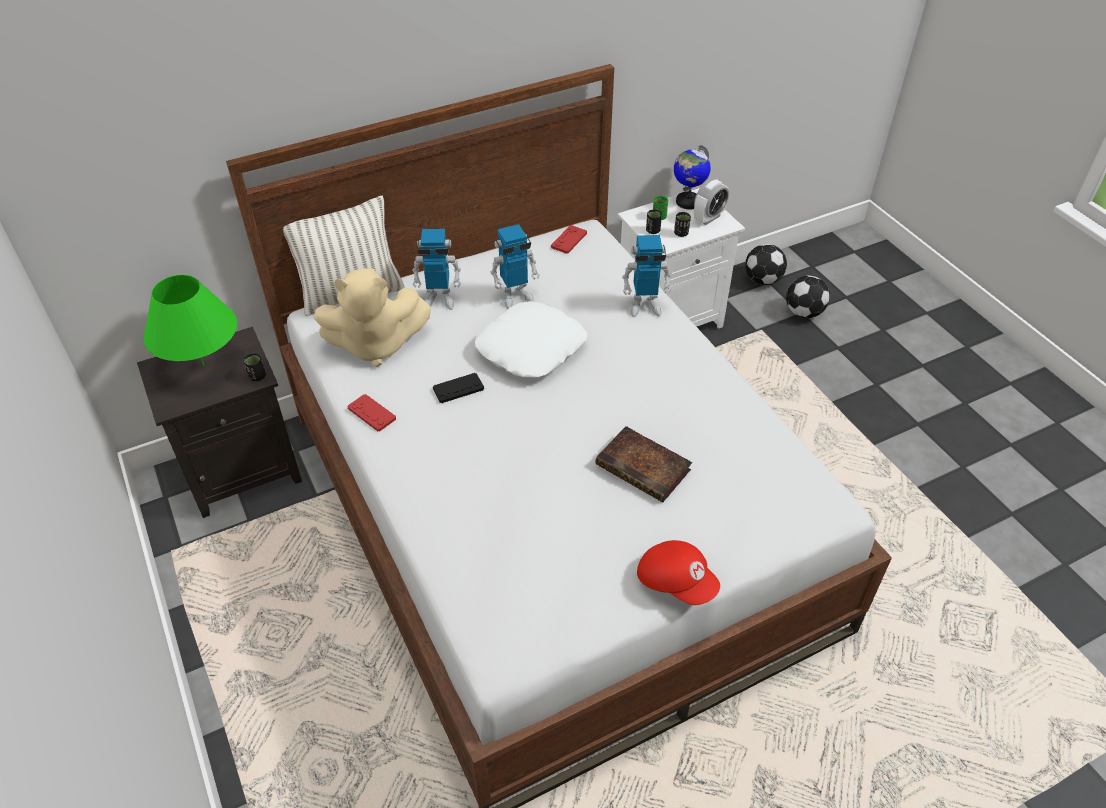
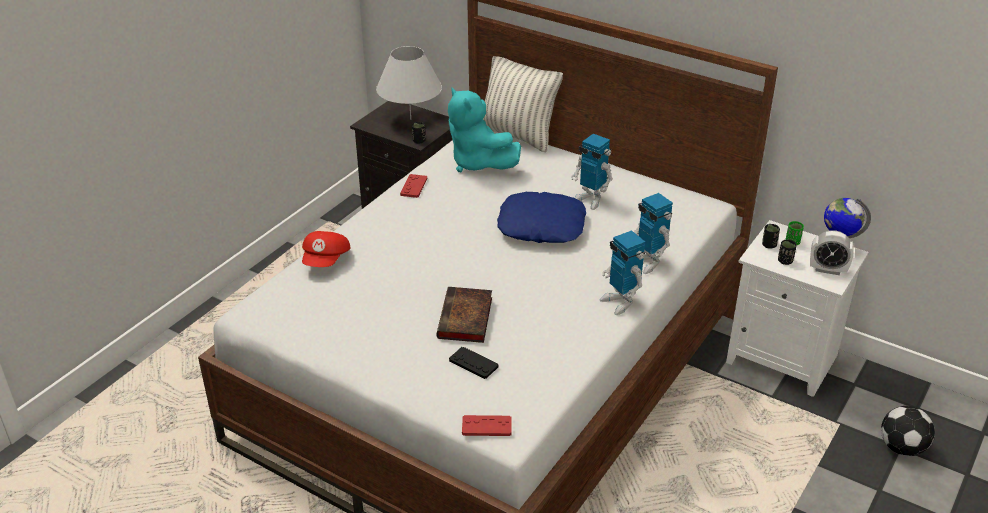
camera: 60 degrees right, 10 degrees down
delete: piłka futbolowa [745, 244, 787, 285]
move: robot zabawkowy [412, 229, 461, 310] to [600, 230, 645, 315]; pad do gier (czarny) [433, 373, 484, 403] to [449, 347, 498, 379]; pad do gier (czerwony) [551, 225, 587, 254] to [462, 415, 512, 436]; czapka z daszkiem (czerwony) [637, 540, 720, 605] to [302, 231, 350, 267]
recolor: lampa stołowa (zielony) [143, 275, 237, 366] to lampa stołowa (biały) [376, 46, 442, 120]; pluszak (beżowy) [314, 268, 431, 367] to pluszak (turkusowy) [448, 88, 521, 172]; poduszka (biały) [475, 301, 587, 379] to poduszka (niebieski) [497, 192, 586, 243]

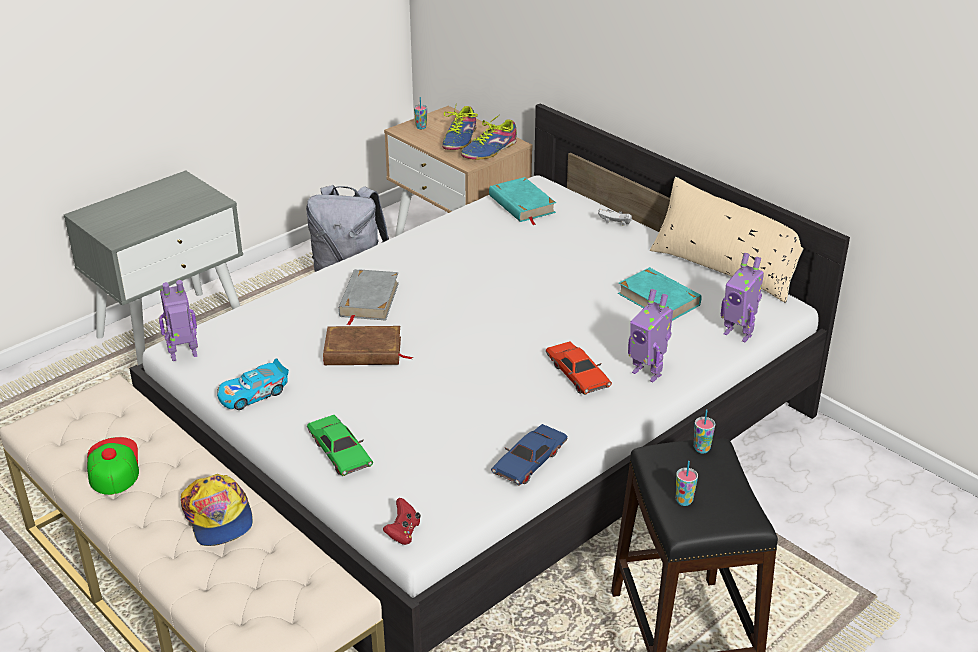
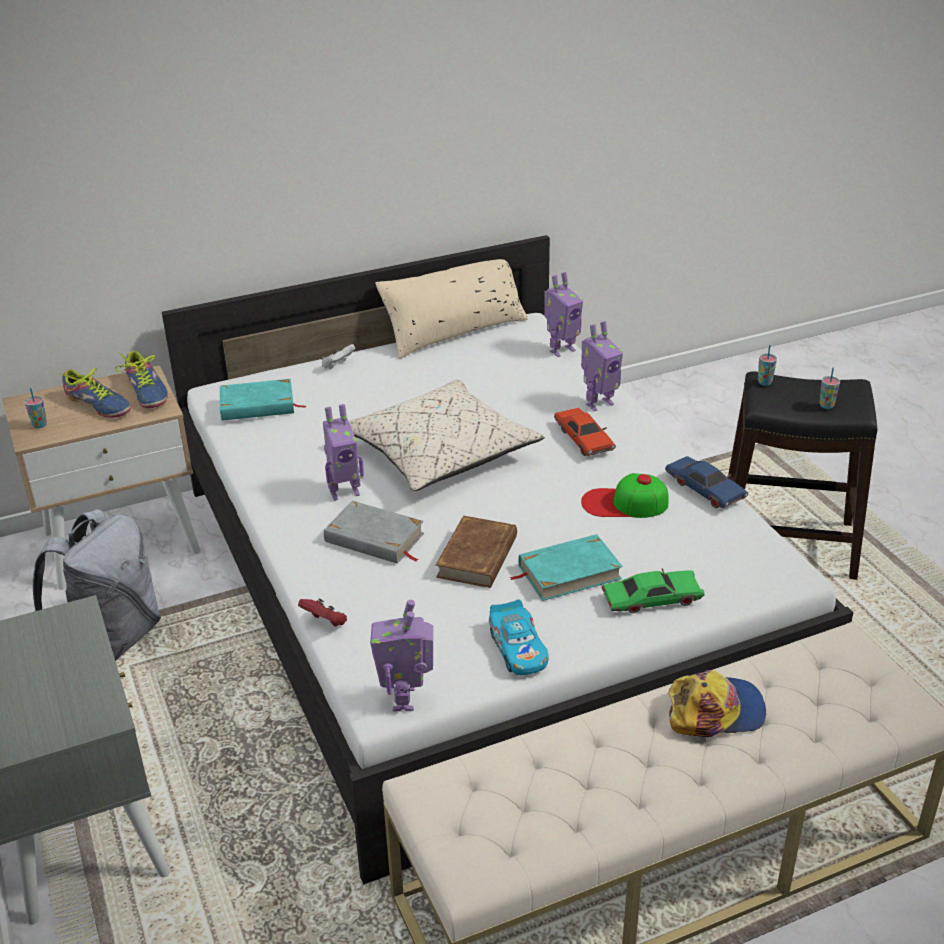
camera: 70 degrees left, 0 degrees up
insert: robot zabawkowy [323, 404, 364, 501]; poduszka (beżowy) [349, 380, 545, 491]
move: czapka z daszkiem [87, 437, 139, 495] to [581, 473, 669, 518]; pad do gier (czerwony) [383, 498, 421, 545] to [298, 598, 347, 627]; książka (turkusowy) [618, 267, 701, 321] to [509, 534, 623, 601]
rotate: samochodzik (czerwony) [546, 341, 612, 395] = [554, 407, 616, 456] 75 degrees clockwise

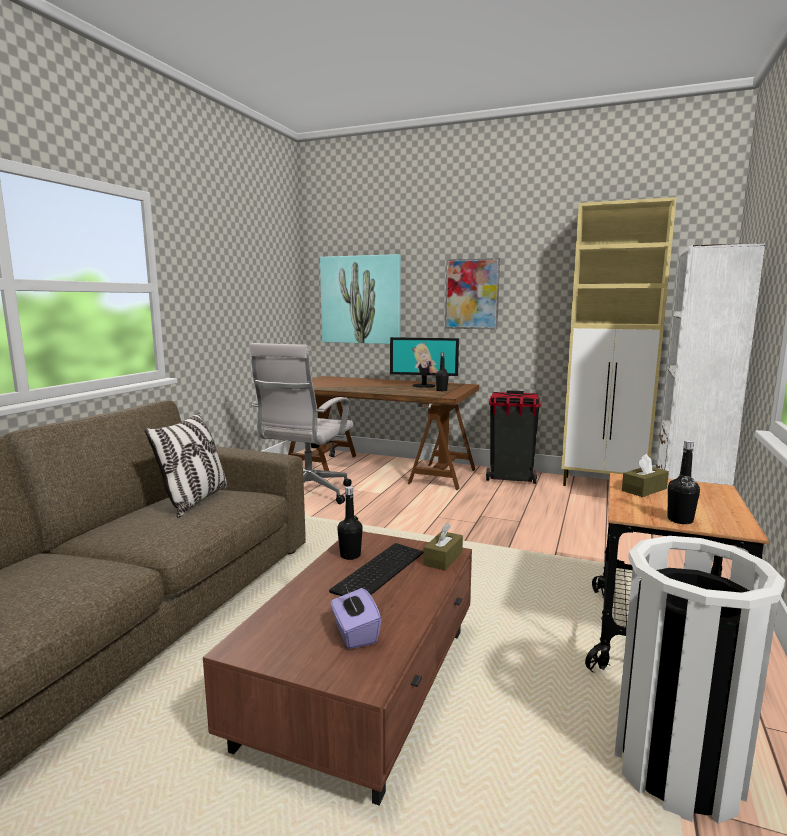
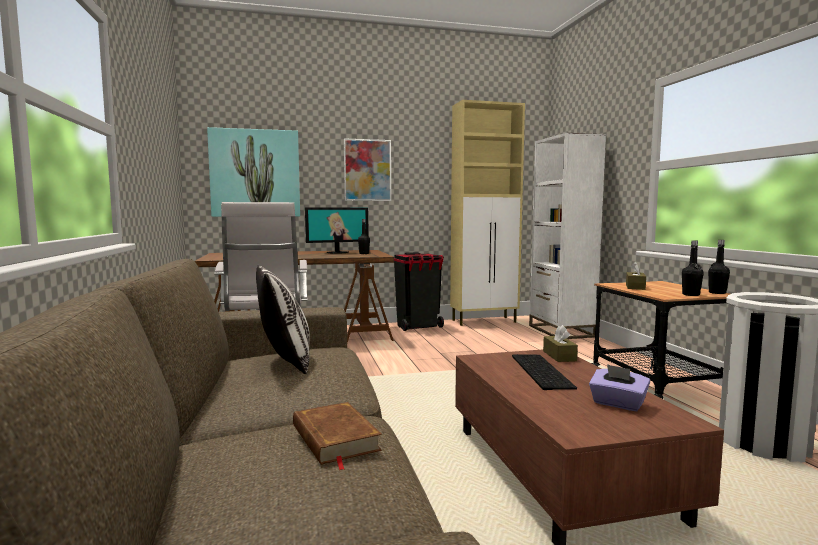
camera: 35 degrees left, 5 degrees down
insert: książka (brązowy) [293, 402, 382, 470]
move: butelka (czarny) [337, 486, 363, 560] to [708, 240, 730, 294]

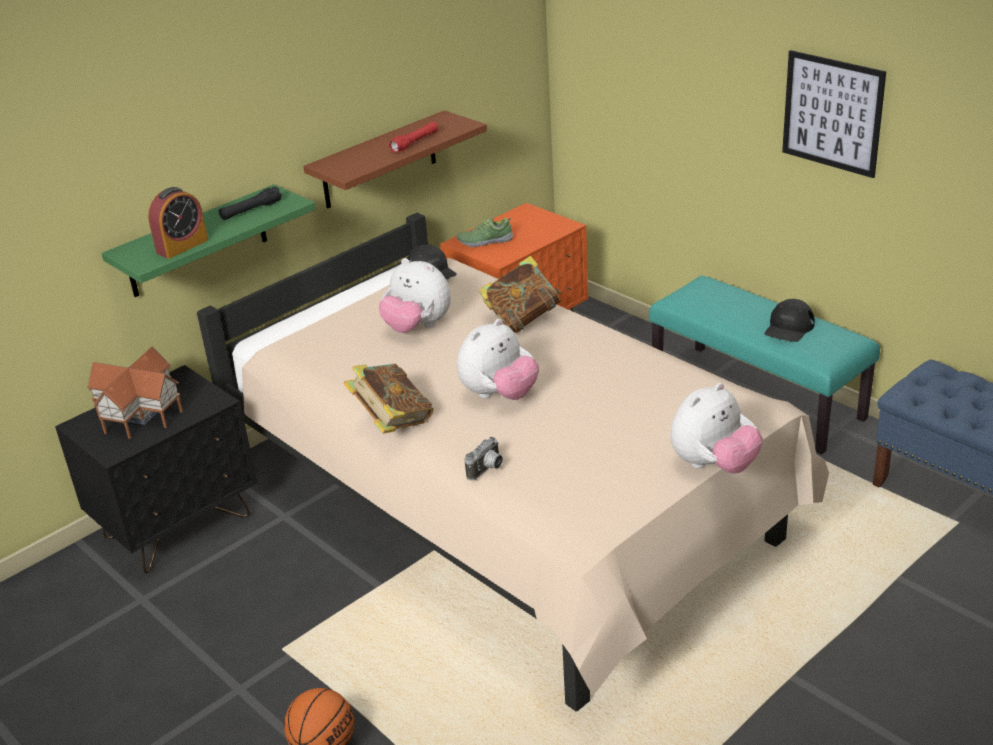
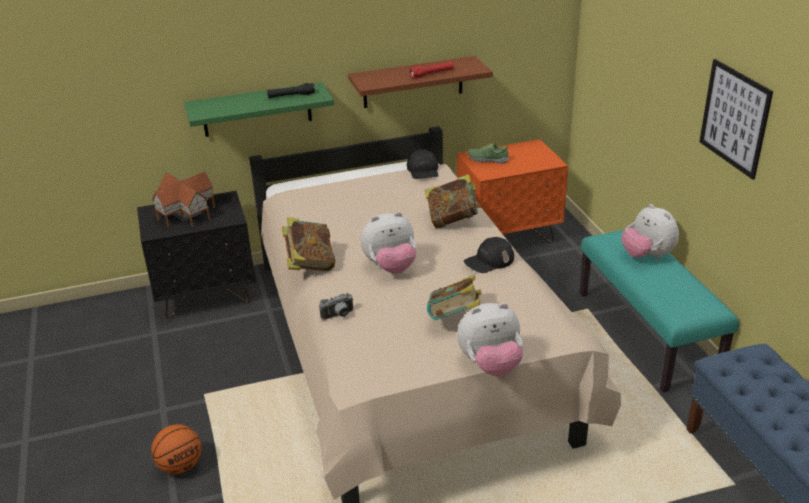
camera: 25 degrees right, 0 degrees up
delete: budzik [148, 187, 208, 259]
insert: książka [427, 275, 482, 320]
move: pluszak [379, 258, 451, 333] to [621, 204, 679, 258]; czapka z daszkiem (czarny) [765, 299, 815, 342] to [464, 237, 514, 273]

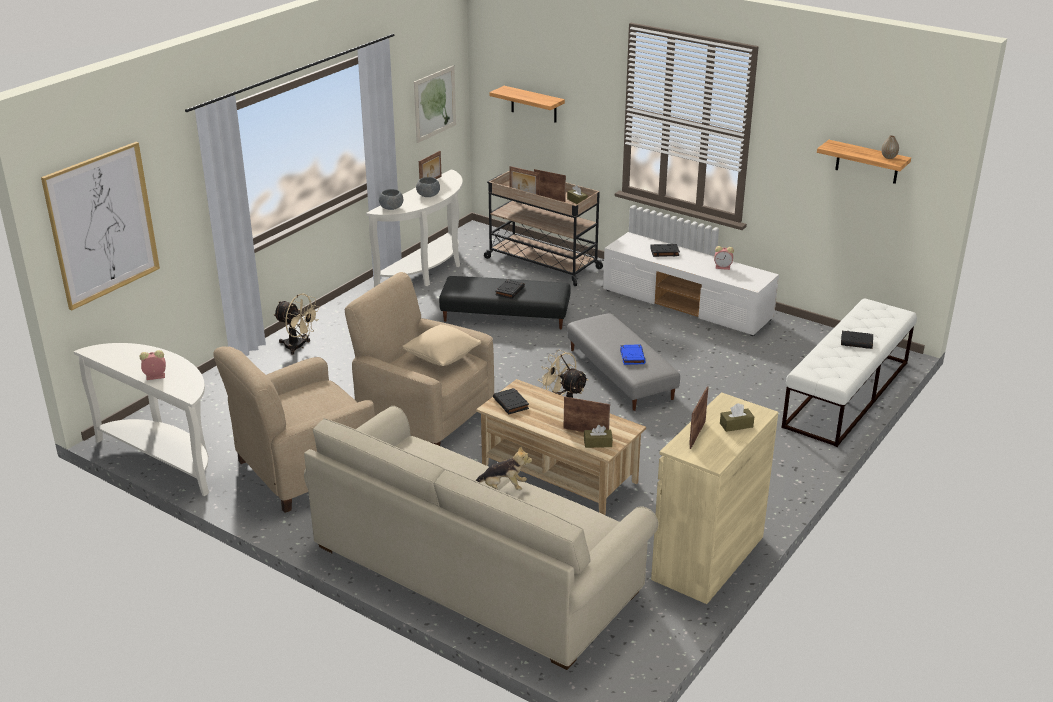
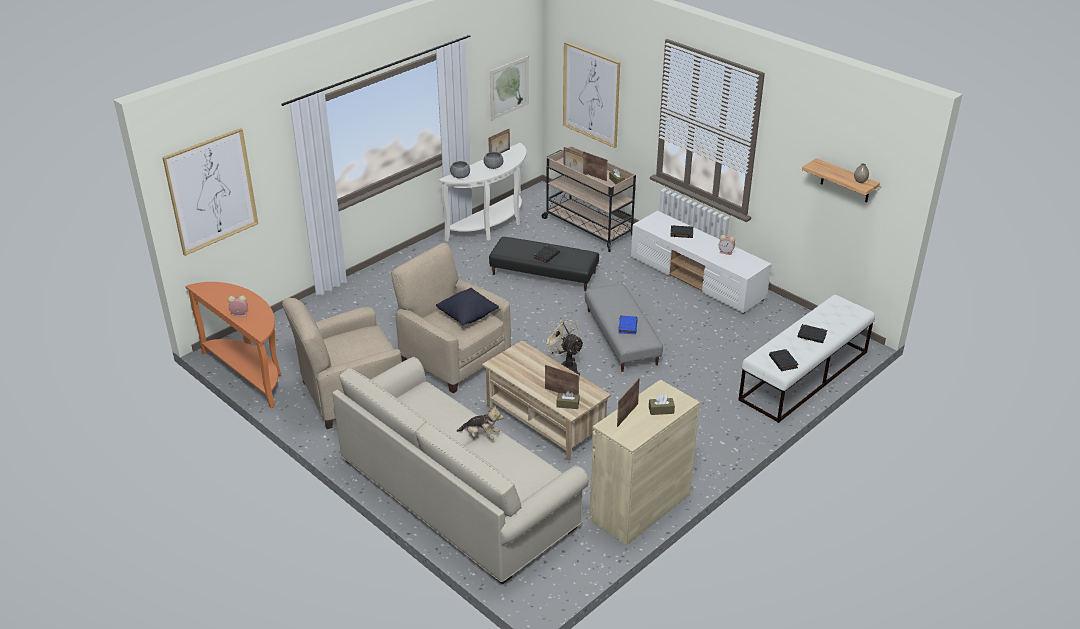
camera: 10 degrees right, 5 degrees up
delete: wentylator (beżowy) [273, 293, 320, 355]
move: książka (czarny) [493, 388, 529, 414] to [769, 349, 799, 371]
replace: półka [489, 86, 565, 123] to obraz [563, 42, 620, 148]
recolor: stolik konsolowy (biały) [74, 343, 209, 496] to stolik konsolowy (pomarańczowy) [186, 282, 282, 408]; poduszka (beżowy) [402, 324, 481, 366] to poduszka (czarny) [436, 288, 499, 325]

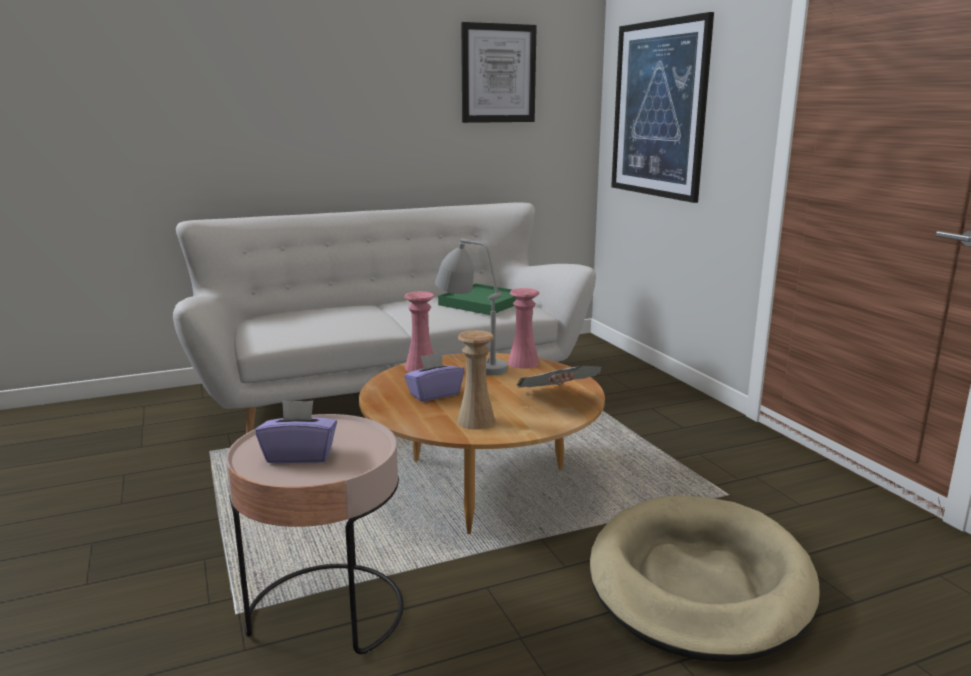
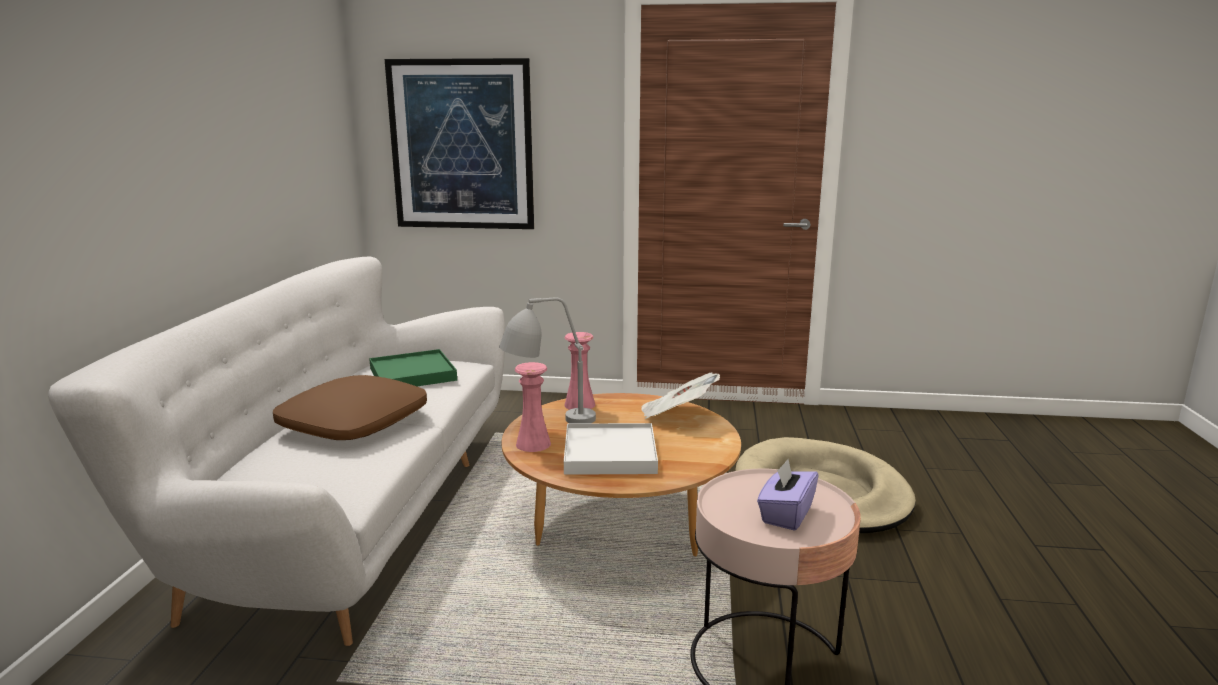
camera: 60 degrees left, 0 degrees up
delete: wazon (beżowy) [457, 330, 495, 429]; obraz [461, 22, 537, 123]
insert: poduszka (brązowy) [273, 375, 427, 440]
replace: pudełko chusteczek (fioletowy) [404, 352, 464, 402] to taca (biały) [564, 423, 658, 475]

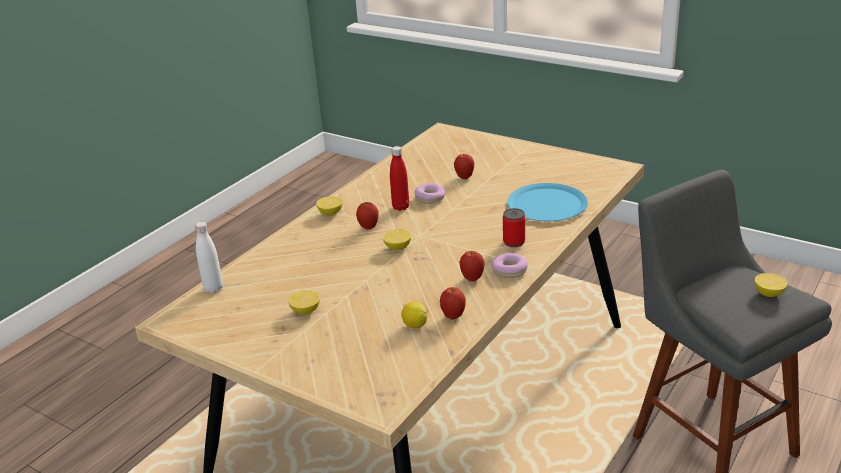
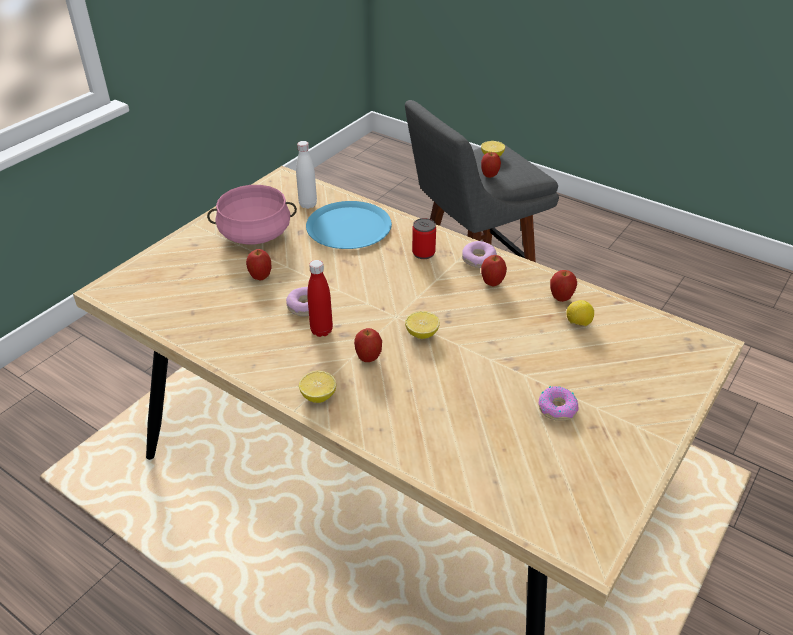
camera: 90 degrees left, 10 degrees up
insert: garnek (różowy) [207, 185, 297, 244]; jabłko [481, 152, 501, 178]
move: butelka (biały) [194, 222, 223, 293] to [296, 141, 317, 209]
replace: cytryna [288, 290, 320, 315] to donut [538, 386, 579, 421]

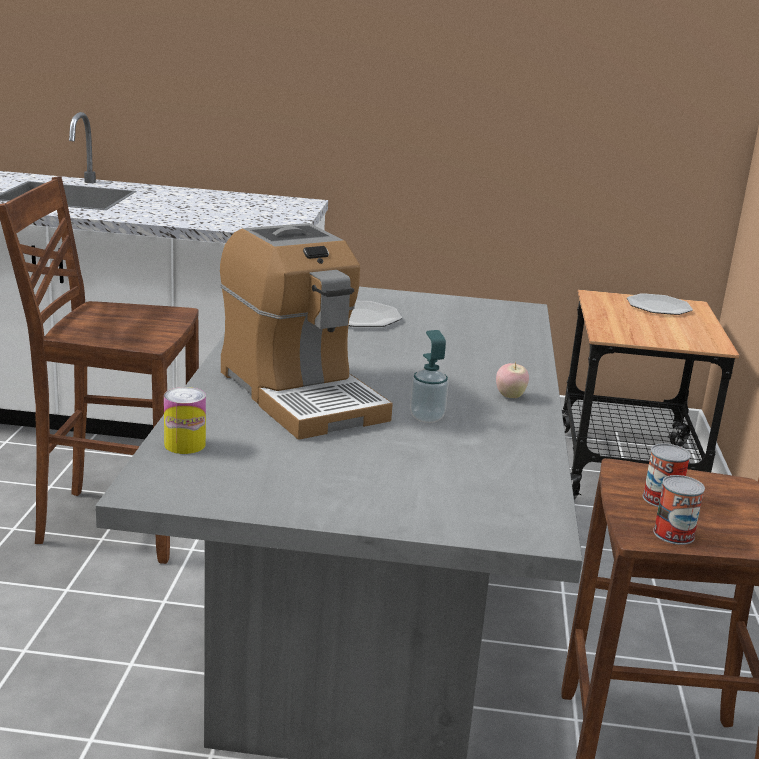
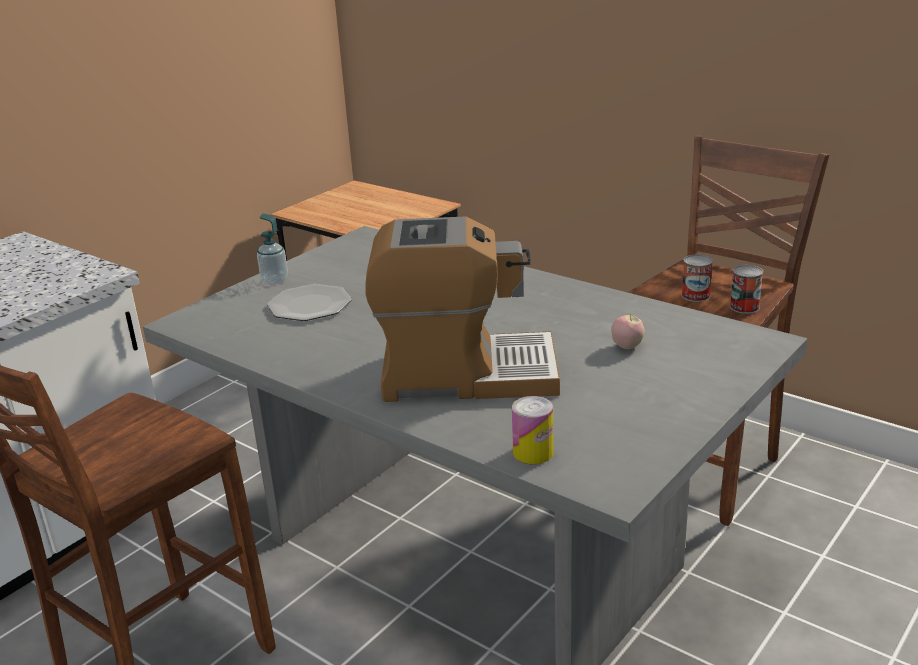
camera: 55 degrees left, 5 degrees up
delete: talerz [627, 293, 693, 315]
move: dozownik mydła [410, 330, 449, 423] to [257, 213, 288, 285]; jabłko [496, 361, 529, 398] to [611, 314, 644, 349]

